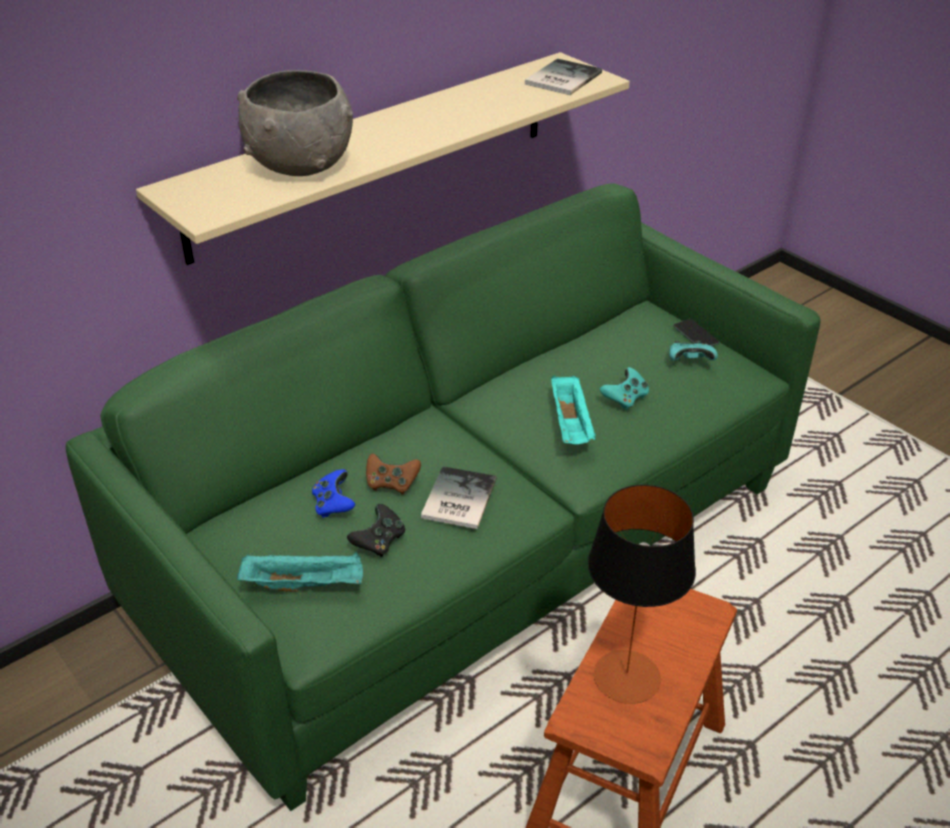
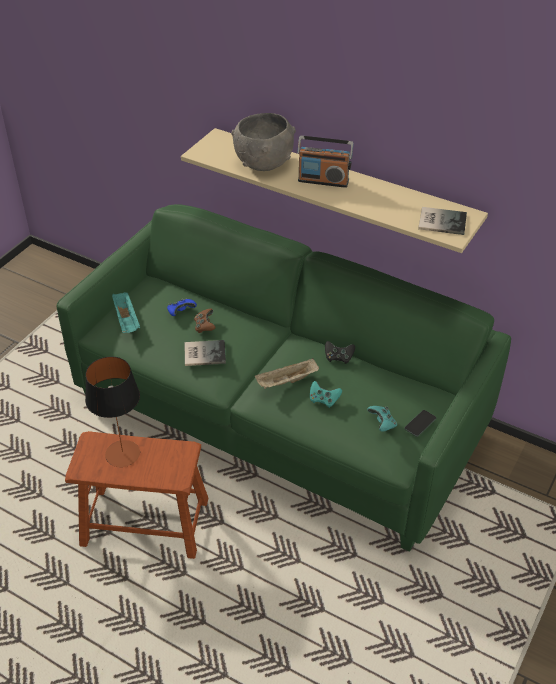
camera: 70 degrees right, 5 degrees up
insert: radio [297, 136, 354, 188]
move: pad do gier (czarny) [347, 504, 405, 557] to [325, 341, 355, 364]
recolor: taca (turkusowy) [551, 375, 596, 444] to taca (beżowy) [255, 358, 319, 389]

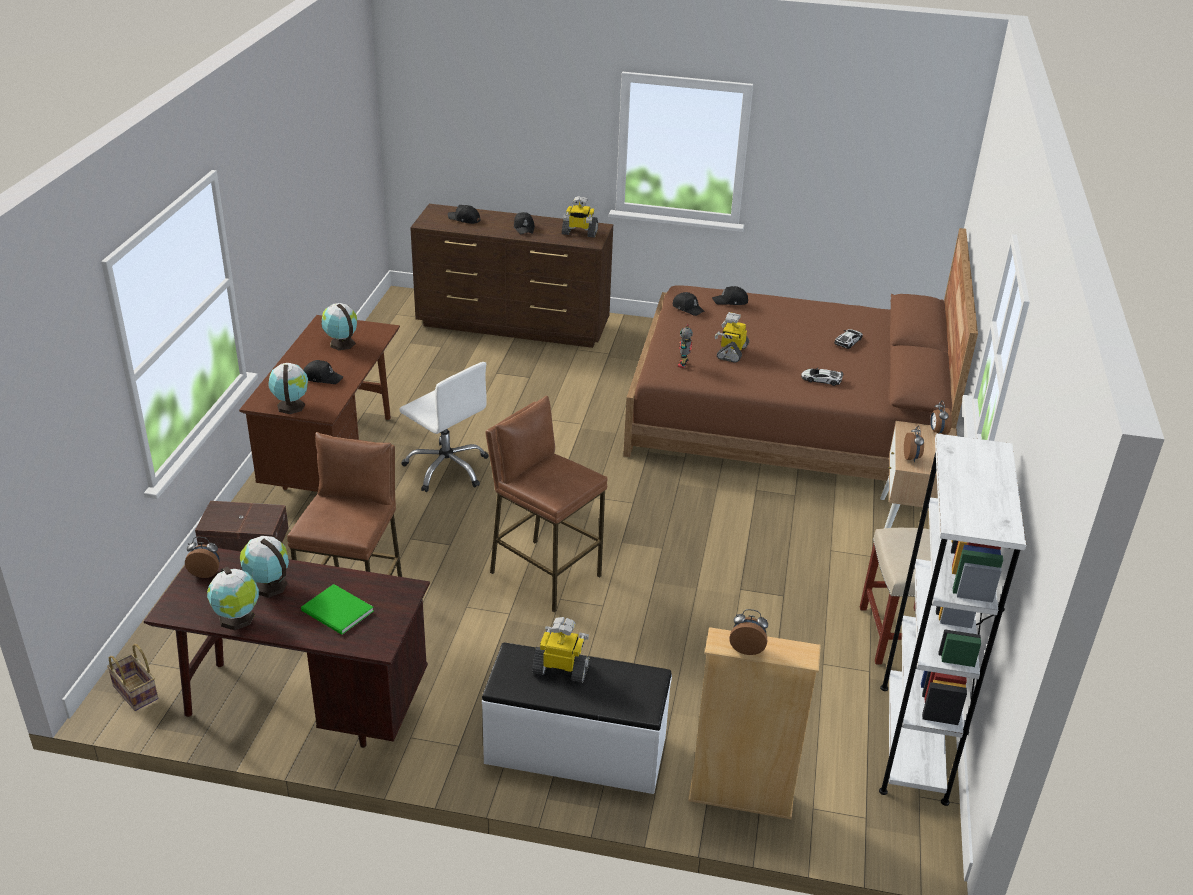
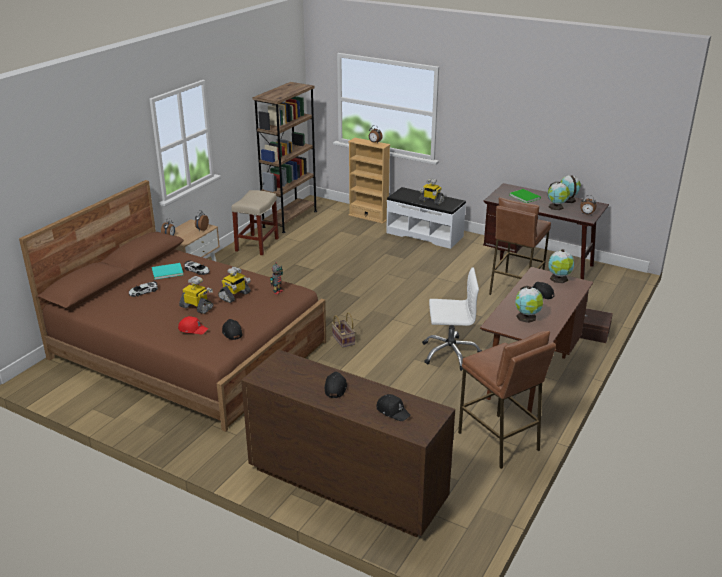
camera: 160 degrees left, 5 degrees down
insert: książka (turkusowy) [152, 263, 183, 279]
move: koszyk [107, 644, 158, 711] to [332, 312, 355, 348]; stołek (brązowy) [485, 396, 608, 612] to [458, 331, 556, 469]; robot zabawkowy [562, 196, 598, 238] to [179, 276, 213, 314]
recolor: czapka z daszkiem (czarny) [712, 286, 748, 305] to czapka z daszkiem (czerwony) [178, 316, 209, 334]; regał (biały) [879, 433, 1026, 806] to regał (brązowy) [252, 82, 317, 233]
rotate: krzesło biurowe (biały) [399, 362, 488, 492] = [422, 267, 482, 371] 120 degrees clockwise

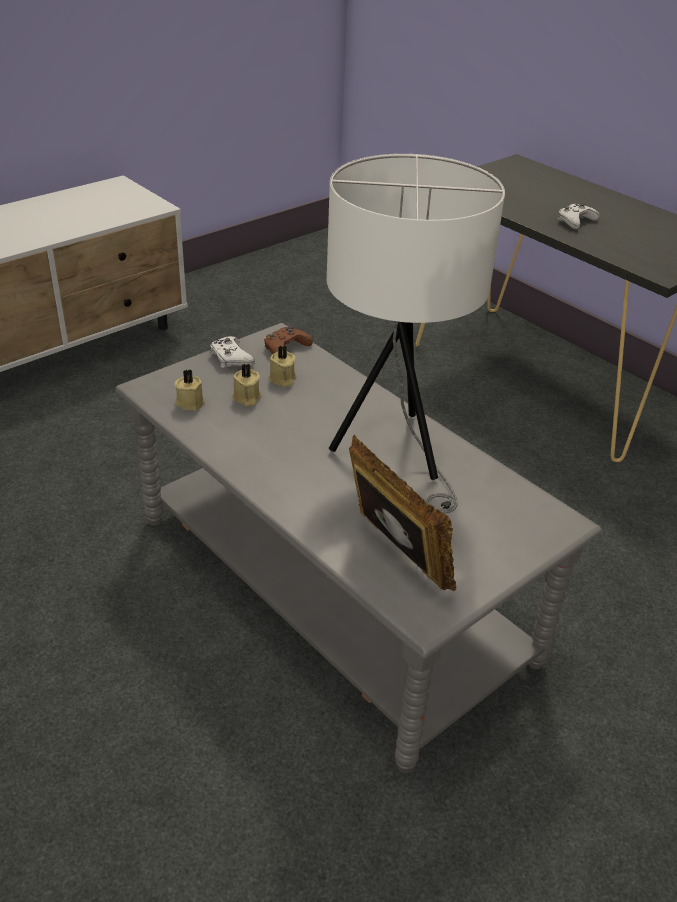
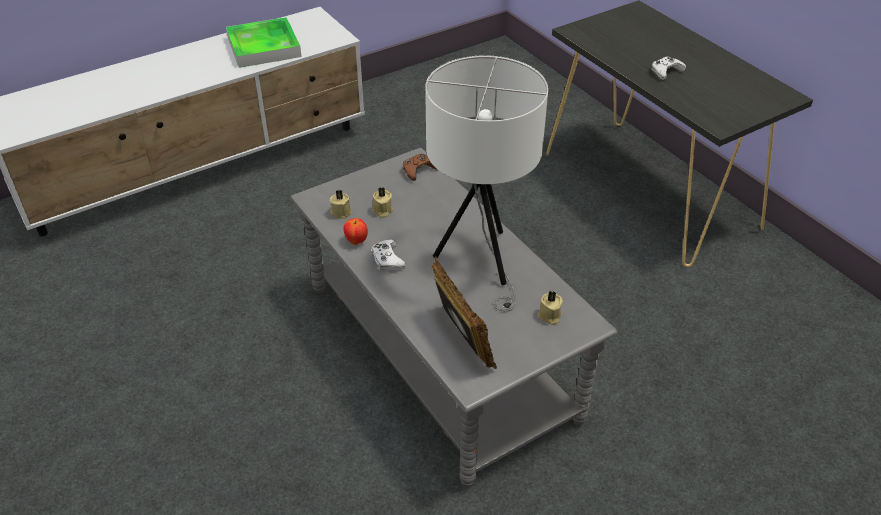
camera: 10 degrees right, 5 degrees up
insert: taca [226, 17, 302, 68]; jabłko [344, 218, 368, 245]
move: pad do gier (biały) [210, 336, 255, 368] to [371, 239, 406, 270]; świeca (beżowy) [269, 345, 297, 387] to [538, 291, 563, 325]

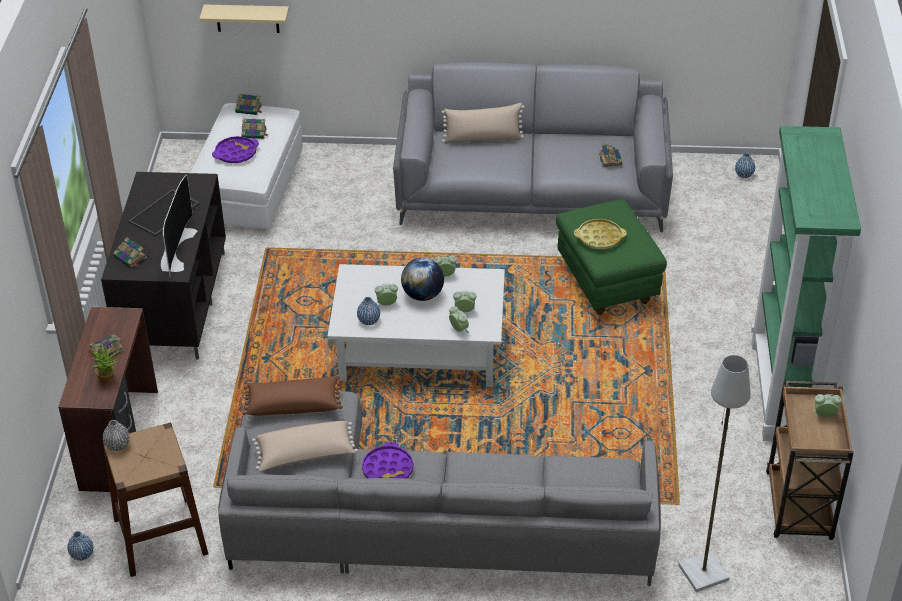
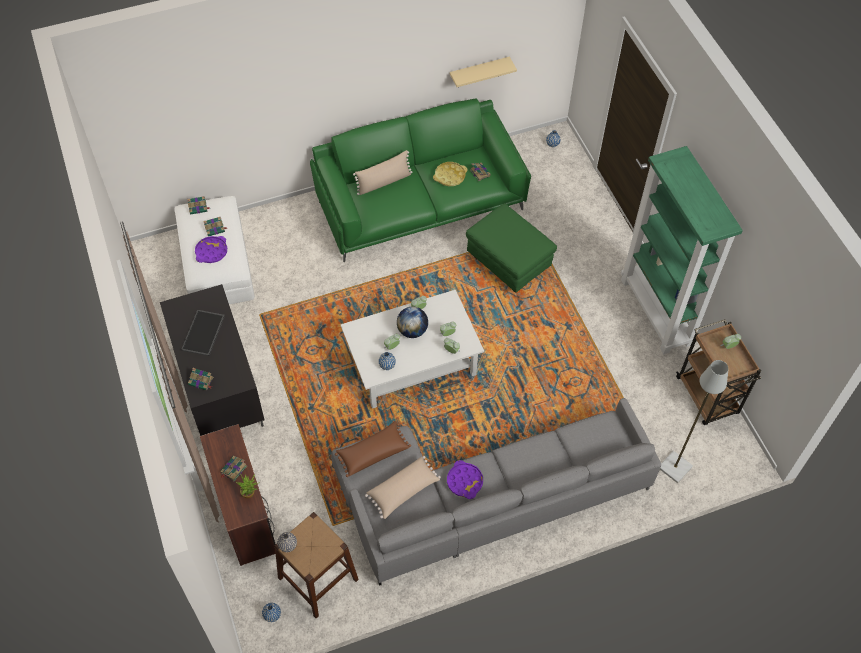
camera: 25 degrees left, 15 degrees up
delete: telewizor [161, 174, 198, 277]
move: półka (beżowy) [199, 5, 289, 33] to [450, 57, 517, 87]; taca (żółty) [574, 219, 627, 249] to [433, 162, 467, 186]
recolor: kanapa (szary) [393, 62, 673, 233] to kanapa (zielony) [310, 98, 531, 262]

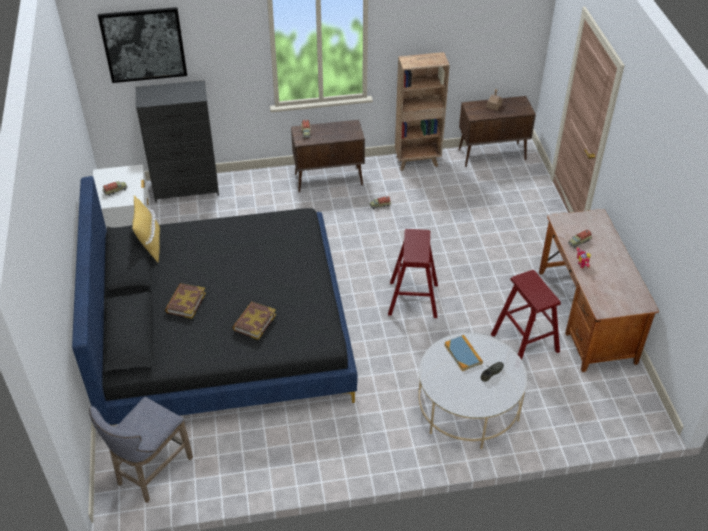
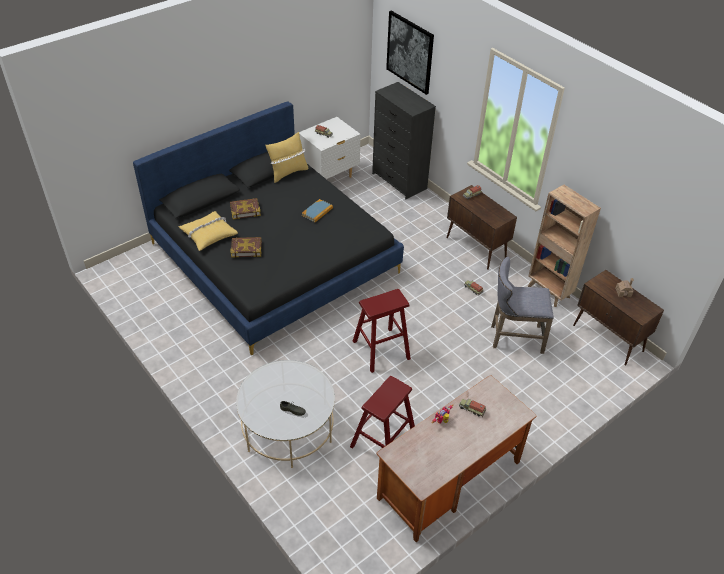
camera: 60 degrees right, 0 degrees up
insert: poduszka (żółty) [179, 211, 238, 251]
move: stołek (szary) [89, 397, 193, 503] to [491, 256, 554, 354]; książka [444, 335, 483, 371] to [302, 199, 333, 222]

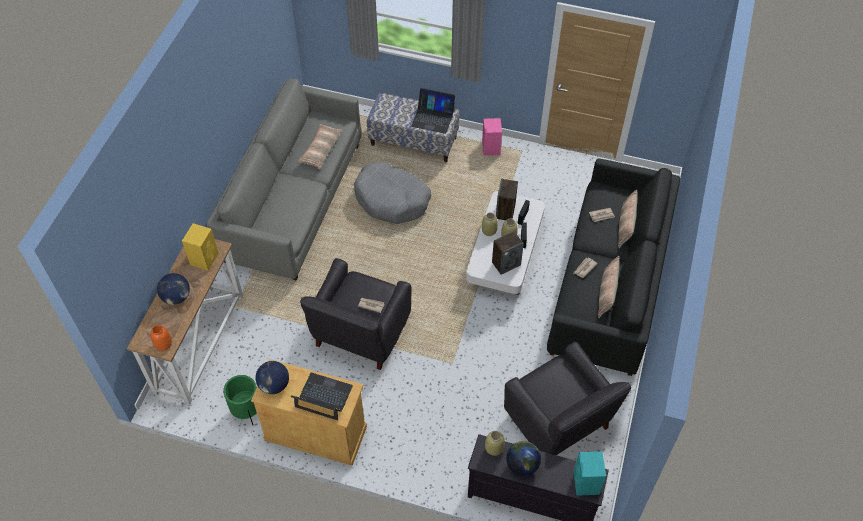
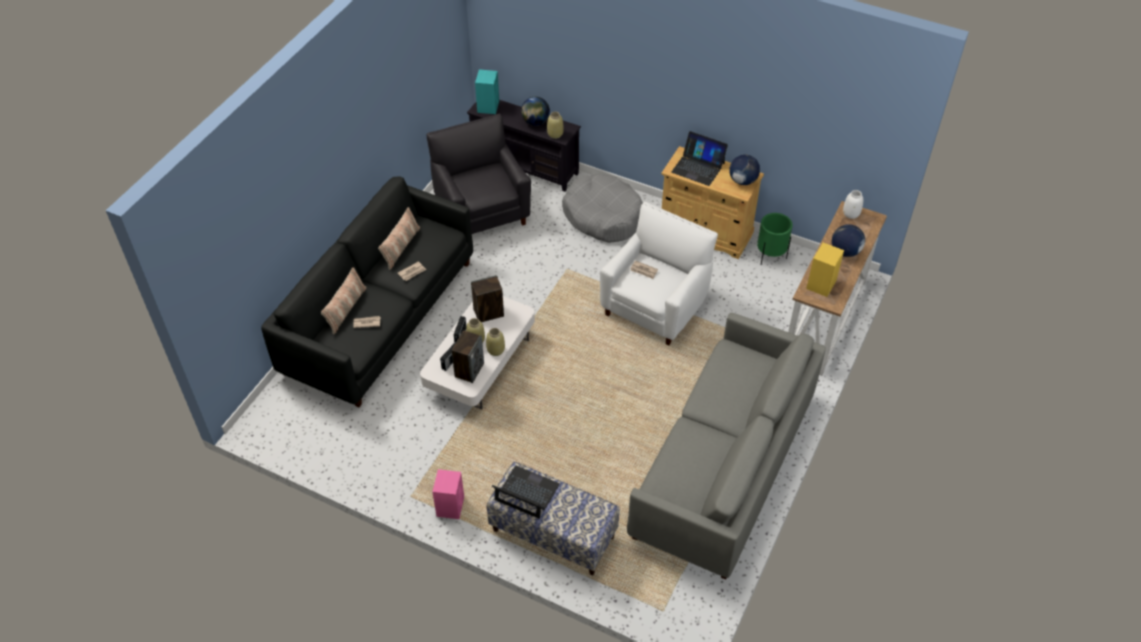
camera: 170 degrees left, 5 degrees down
delete: poduszka [298, 124, 343, 169]
move: legowisko (szary) [354, 162, 431, 224] to [562, 174, 643, 243]
recolor: wazon (pomarańczowy) [150, 325, 172, 351] to wazon (biały) [843, 190, 863, 219]; fotel (czarny) [300, 258, 412, 370] to fotel (biały) [600, 202, 718, 345]

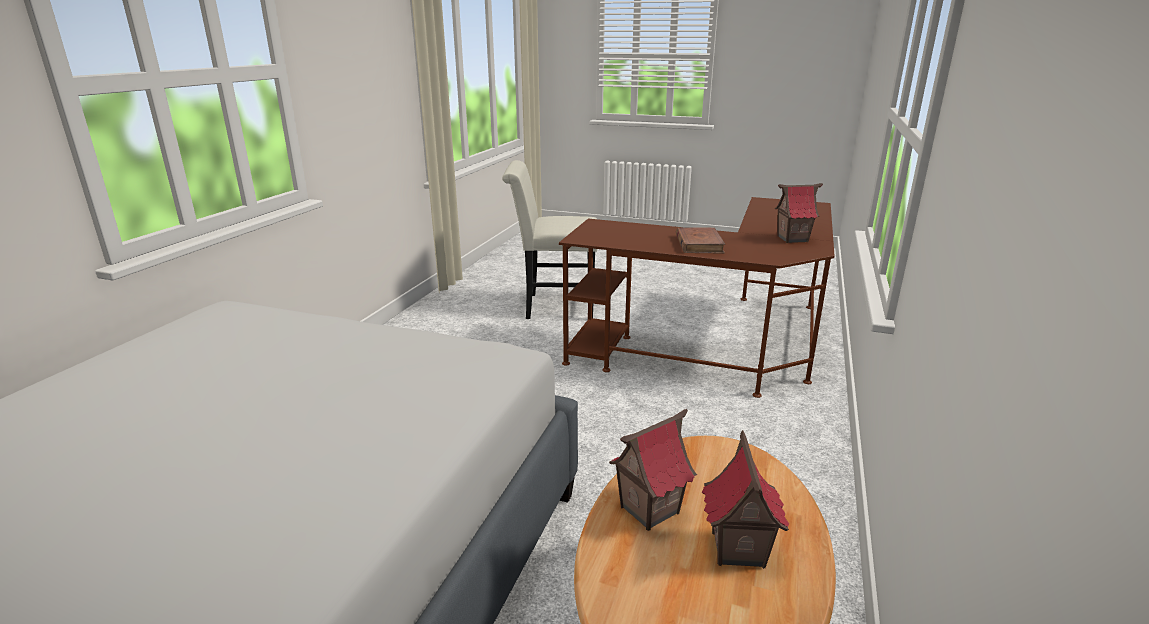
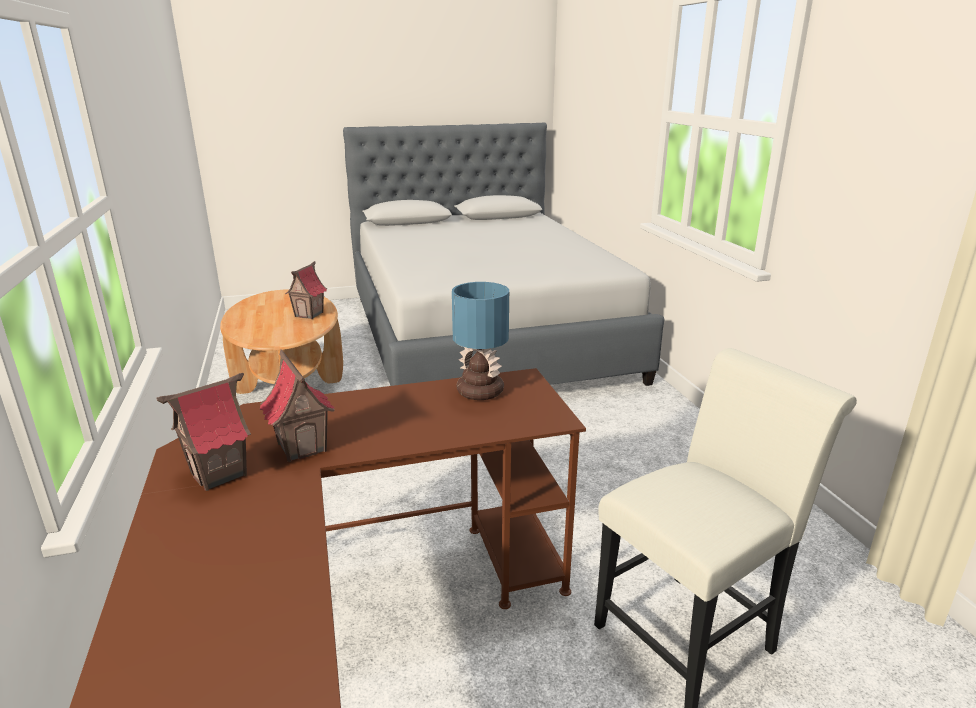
camera: 145 degrees right, 0 degrees up
delete: książka (brązowy) [676, 228, 725, 253]
insert: lampa stołowa [452, 282, 509, 400]
move: domek [702, 430, 789, 569] to [260, 350, 335, 462]

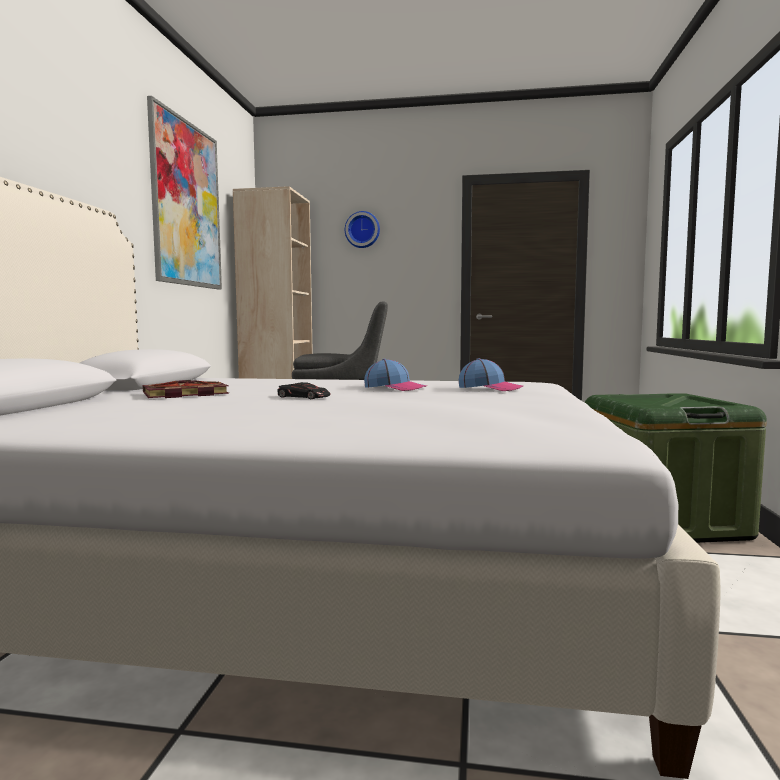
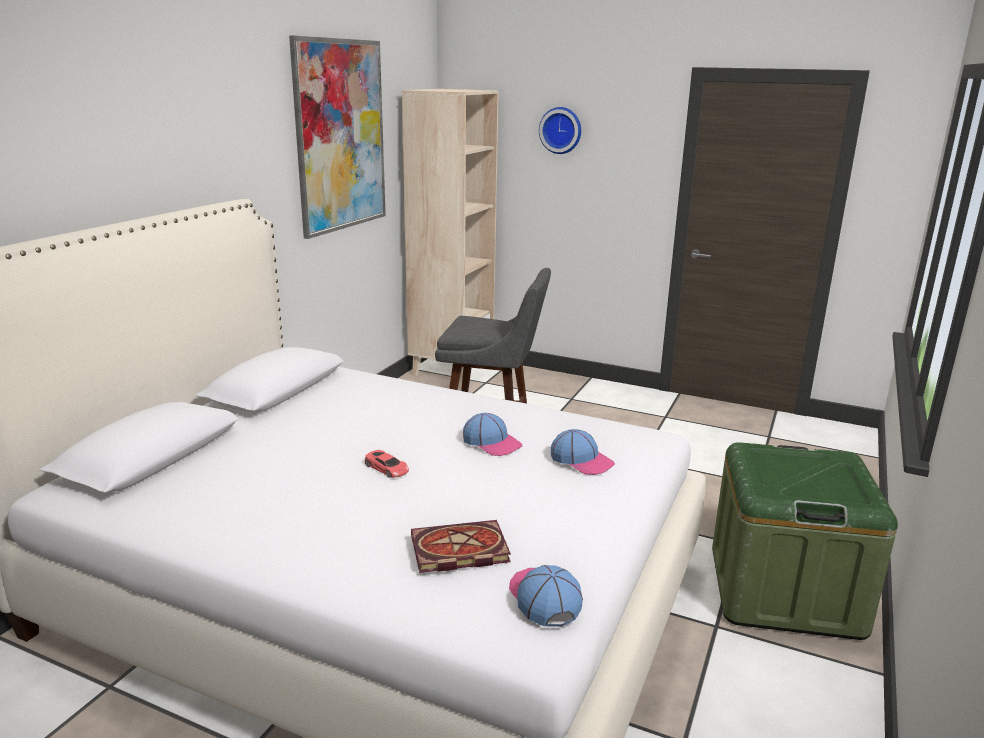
camera: 15 degrees right, 15 degrees up
insert: czapka z daszkiem [509, 565, 583, 627]
move: książka [143, 380, 229, 398] to [411, 520, 511, 573]
recolor: samochodzik (czarny) [277, 382, 331, 399] to samochodzik (czerwony) [365, 450, 409, 478]

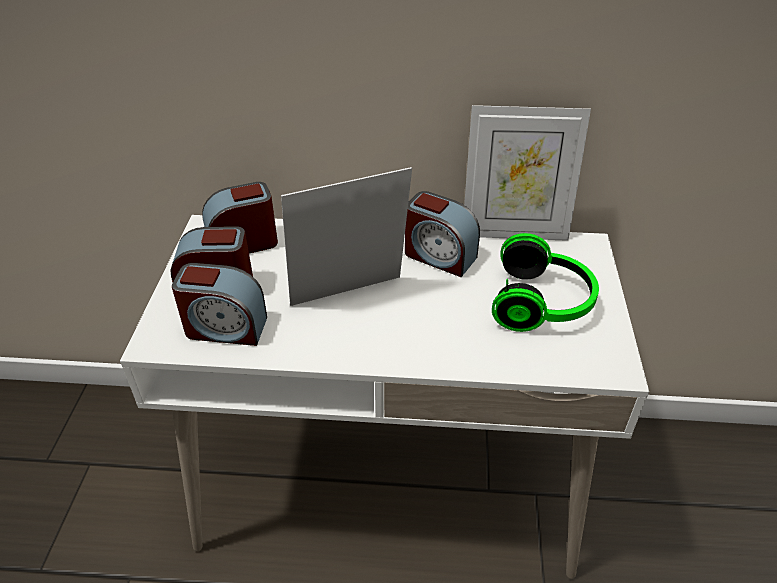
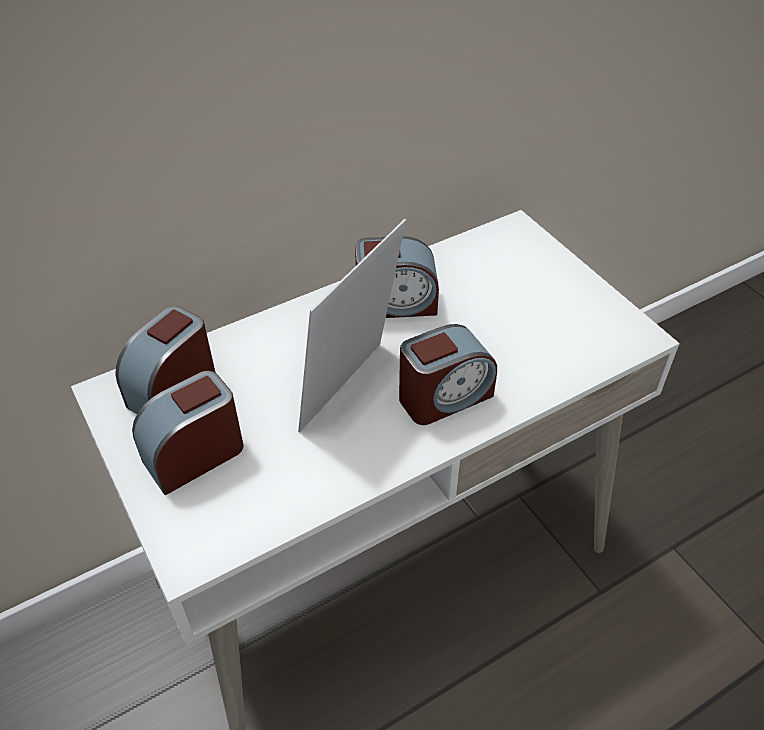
camera: 35 degrees left, 5 degrees up
delete: ramka na zdjęcie [464, 105, 591, 241]; słuchawki [492, 233, 599, 332]
move: budzik [172, 263, 267, 346] to [399, 324, 497, 425]

